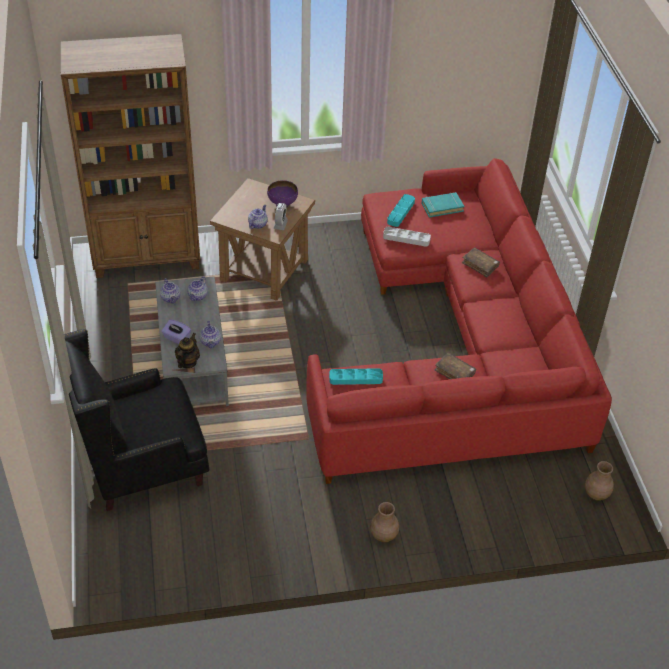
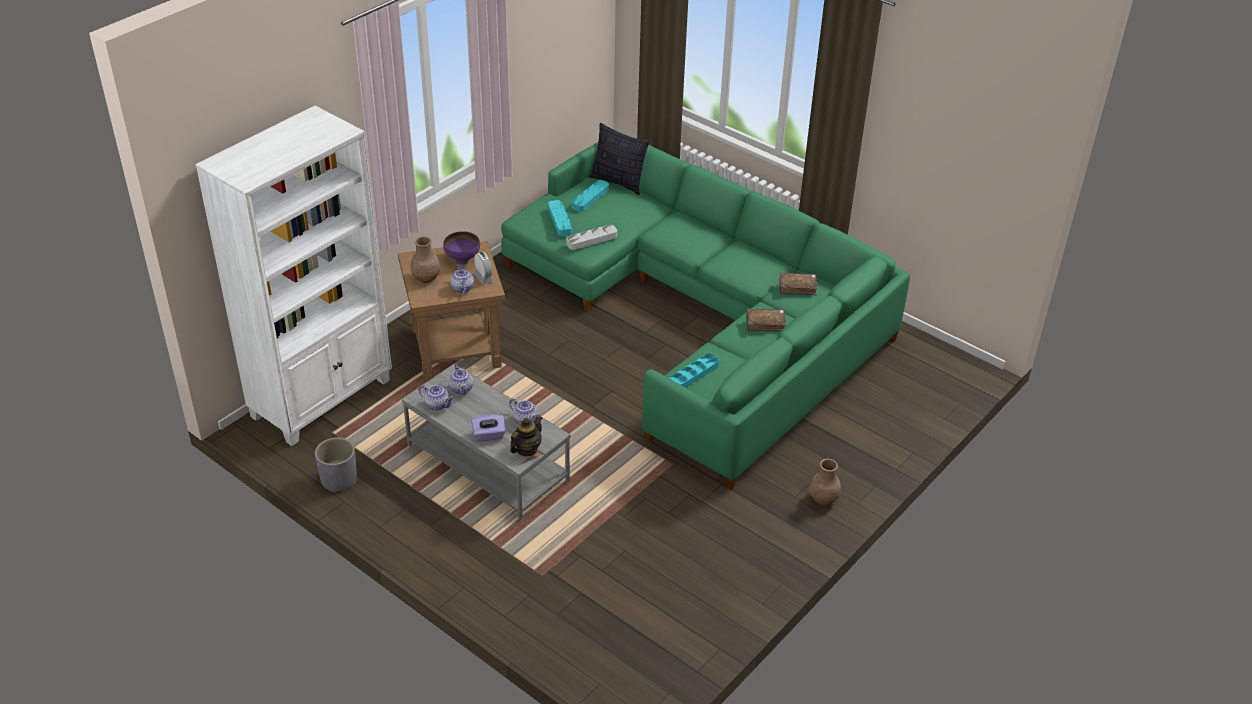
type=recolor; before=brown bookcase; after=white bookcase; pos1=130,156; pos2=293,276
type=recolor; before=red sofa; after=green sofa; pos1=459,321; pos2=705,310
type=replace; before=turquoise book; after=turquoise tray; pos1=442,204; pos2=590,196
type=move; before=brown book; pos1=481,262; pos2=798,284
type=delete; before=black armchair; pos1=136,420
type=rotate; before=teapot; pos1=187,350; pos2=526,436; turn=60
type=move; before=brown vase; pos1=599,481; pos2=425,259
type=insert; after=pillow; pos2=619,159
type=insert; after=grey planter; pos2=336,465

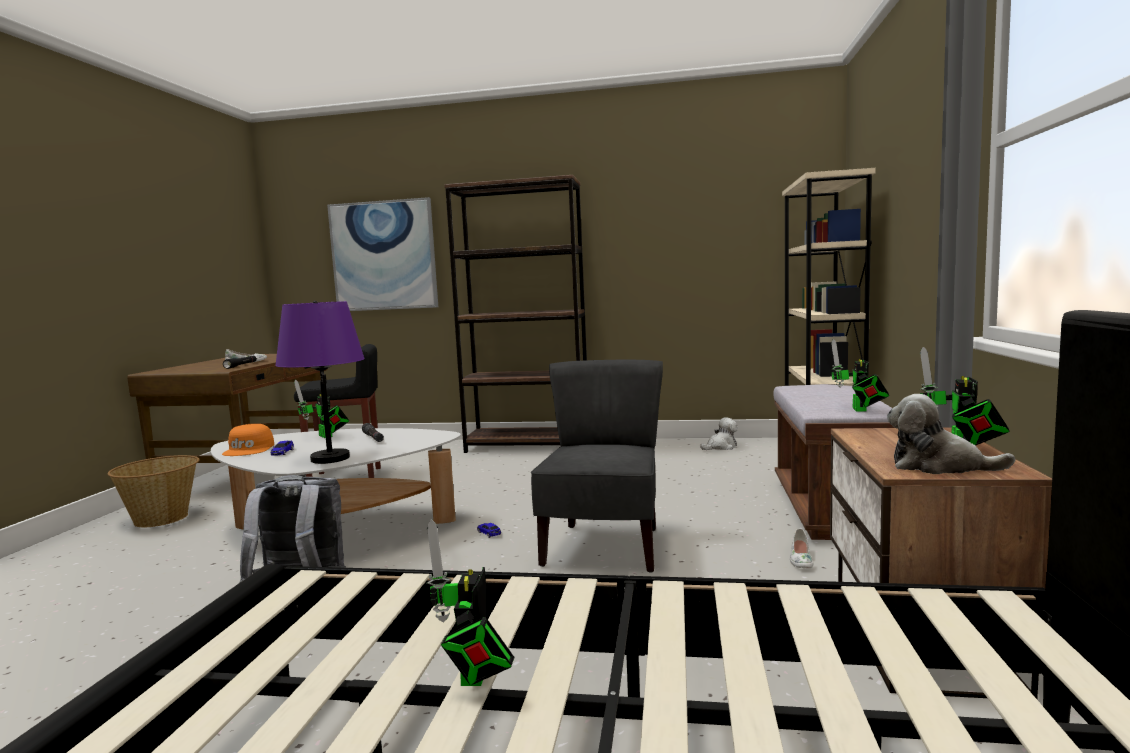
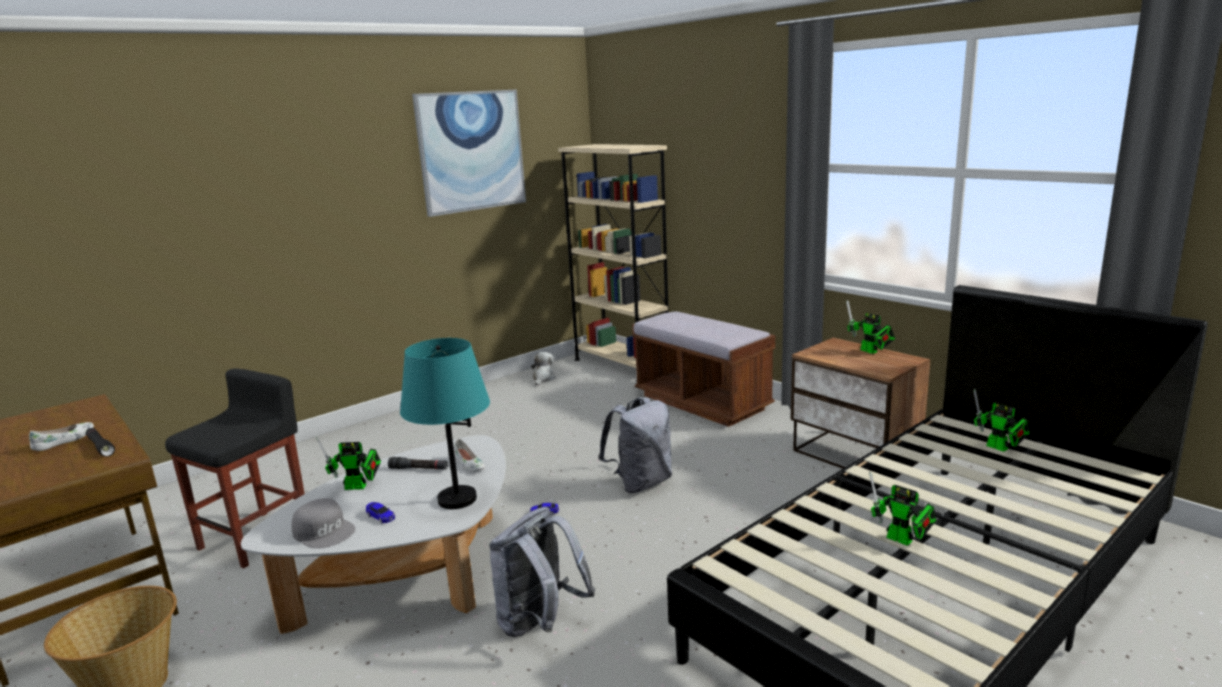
type=delete; before=brown bookcase; pos1=515,314
type=move; before=picture; pos1=382,254; pos2=469,153
type=recolor; before=purple table lamp; after=turquoise table lamp; pos1=320,382; pos2=445,423
type=move; before=toy robot; pos1=860,375; pos2=1002,420
type=replace; before=grey chair; after=grey backpack; pos1=597,466; pos2=635,445
type=delete; before=plush toy; pos1=951,434
type=recolor; before=orange cap; after=grey cap; pos1=248,440; pos2=323,523
type=move; before=white shoe; pos1=801,549; pos2=469,455

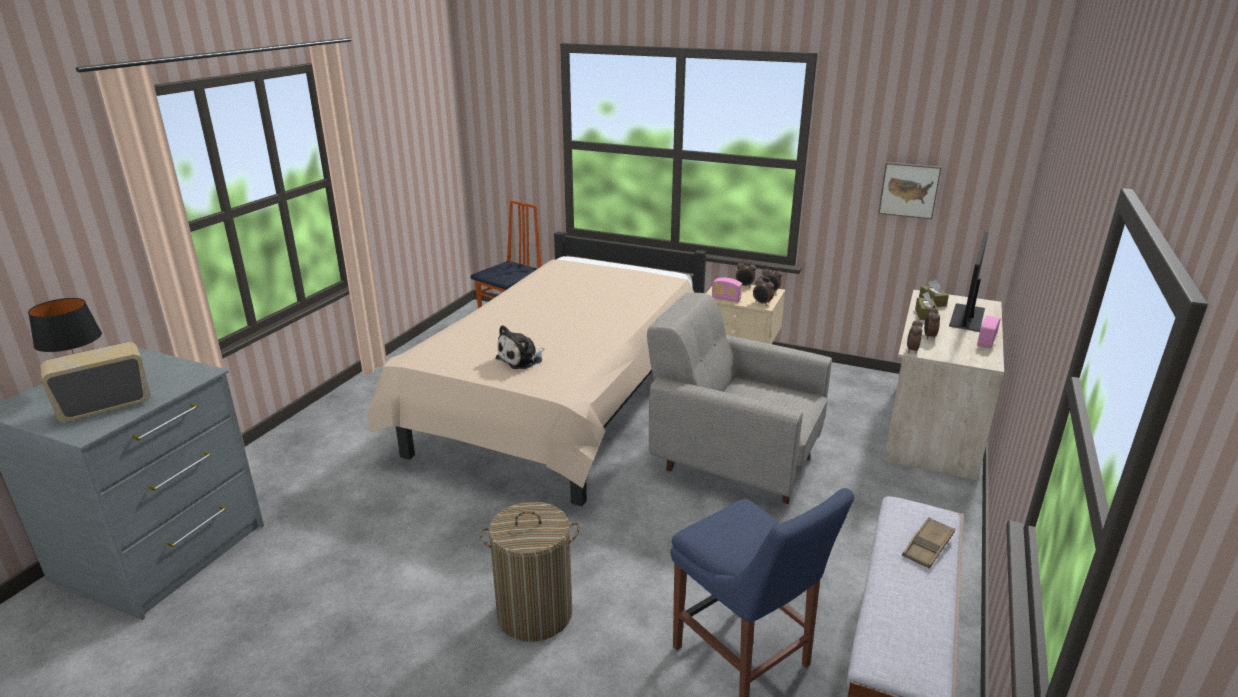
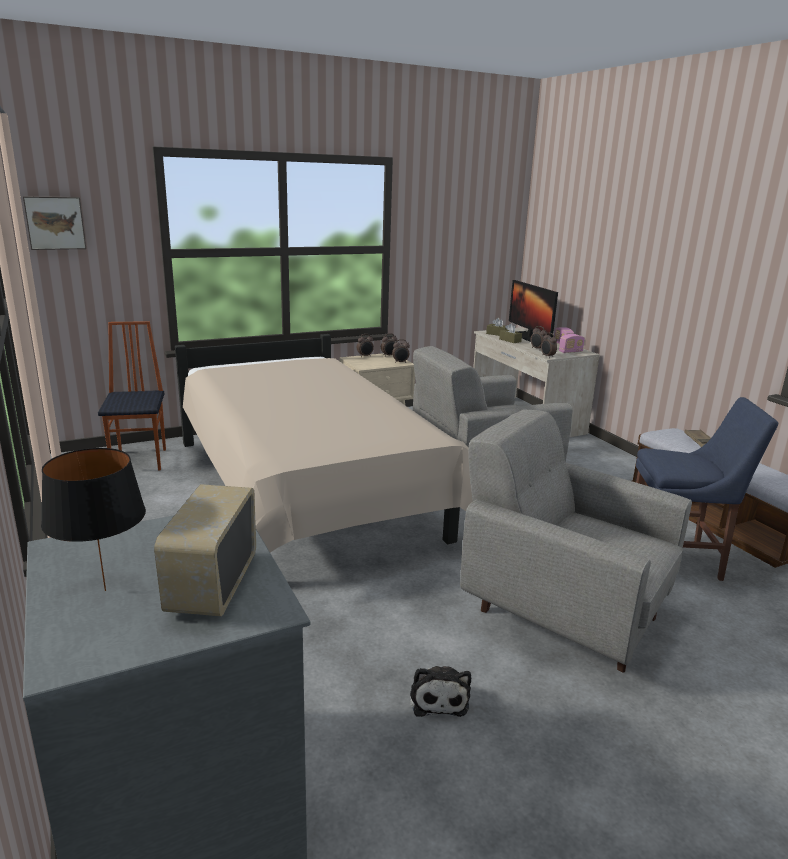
type=move; before=picture; pos1=910,190; pos2=54,223
type=move; before=radio; pos1=727,290; pos2=572,343
type=move; before=plush toy; pos1=520,347; pos2=440,691
type=replace; before=laundry basket; after=grey armchair; pos1=529,572; pos2=576,541

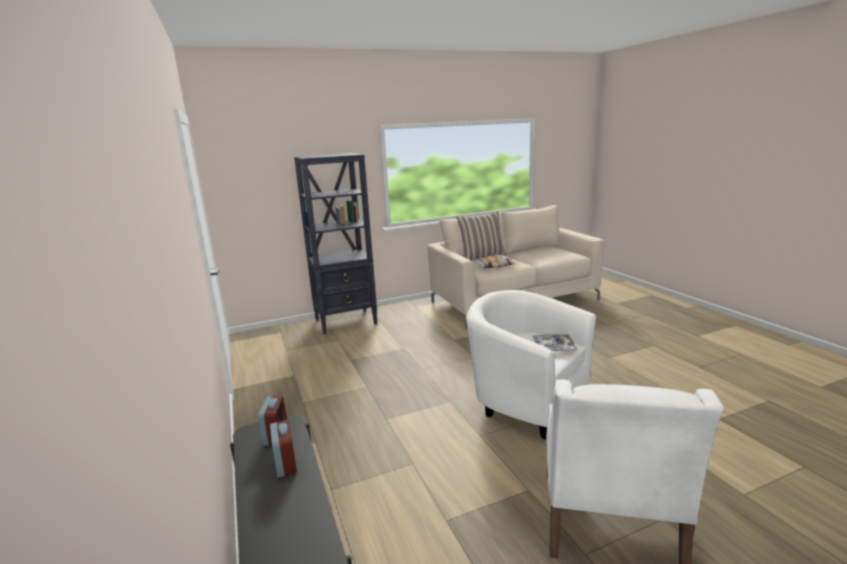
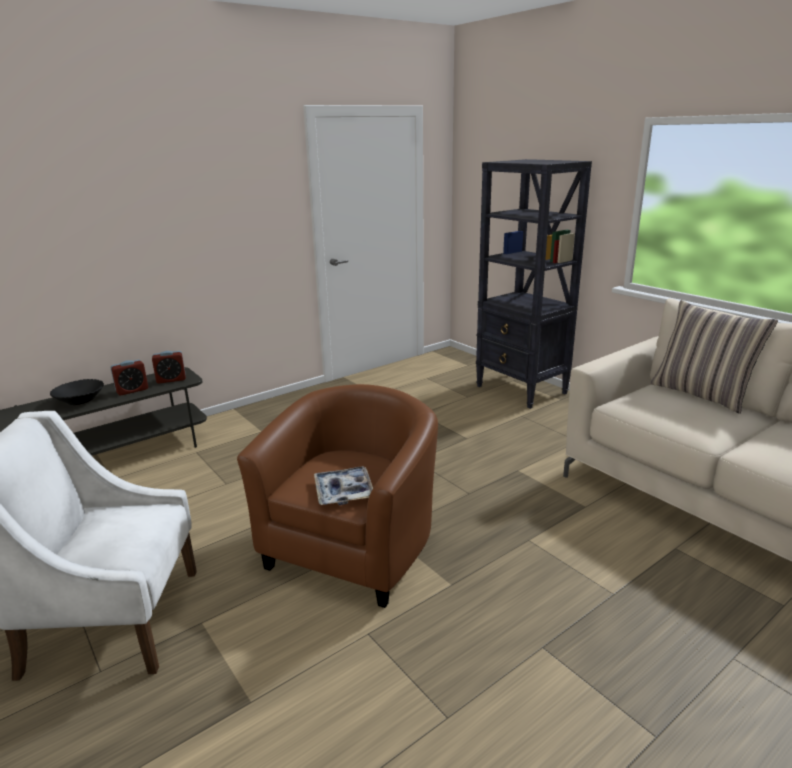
type=delete; before=pillow; pos1=494,262
type=recolor; before=white armchair; after=brown armchair; pos1=531,365; pos2=337,496
type=insert; after=black bowl; pos2=77,392

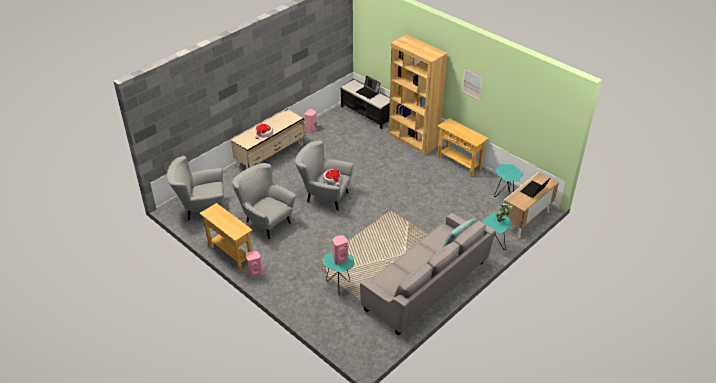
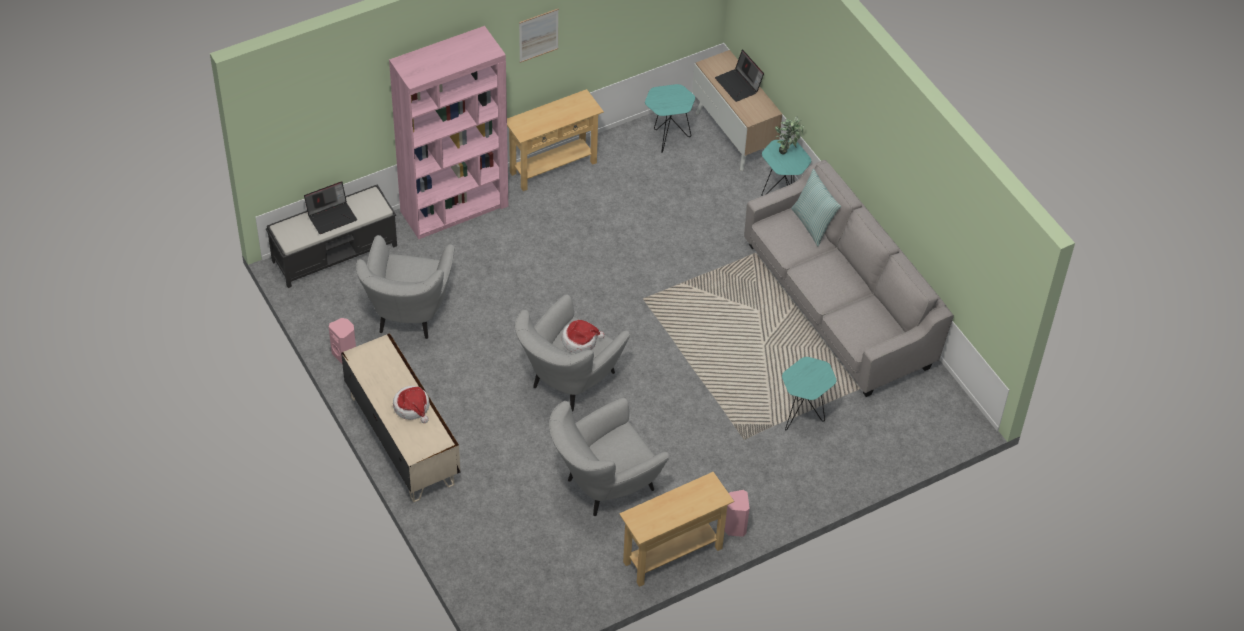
type=recolor; before=brown bookcase; after=pink bookcase; pos1=418,94; pos2=448,132
type=move; before=grey armchair; pos1=195,188; pos2=405,287
type=delete; before=pink speaker; pos1=340,249

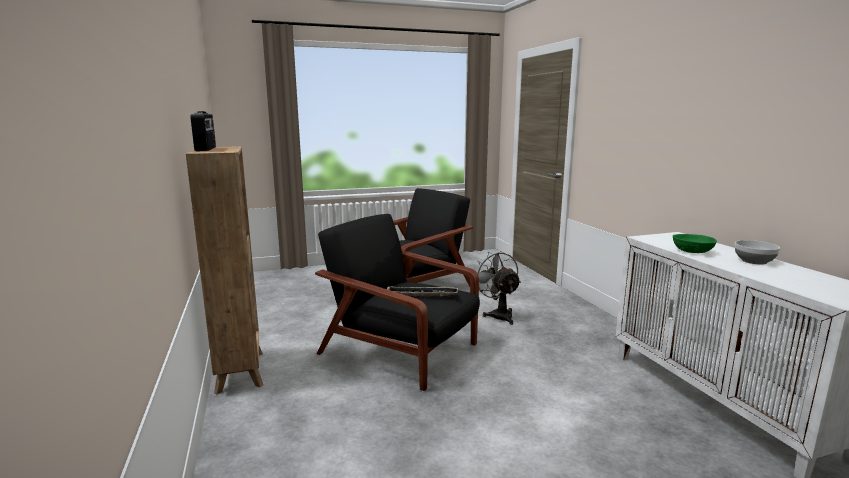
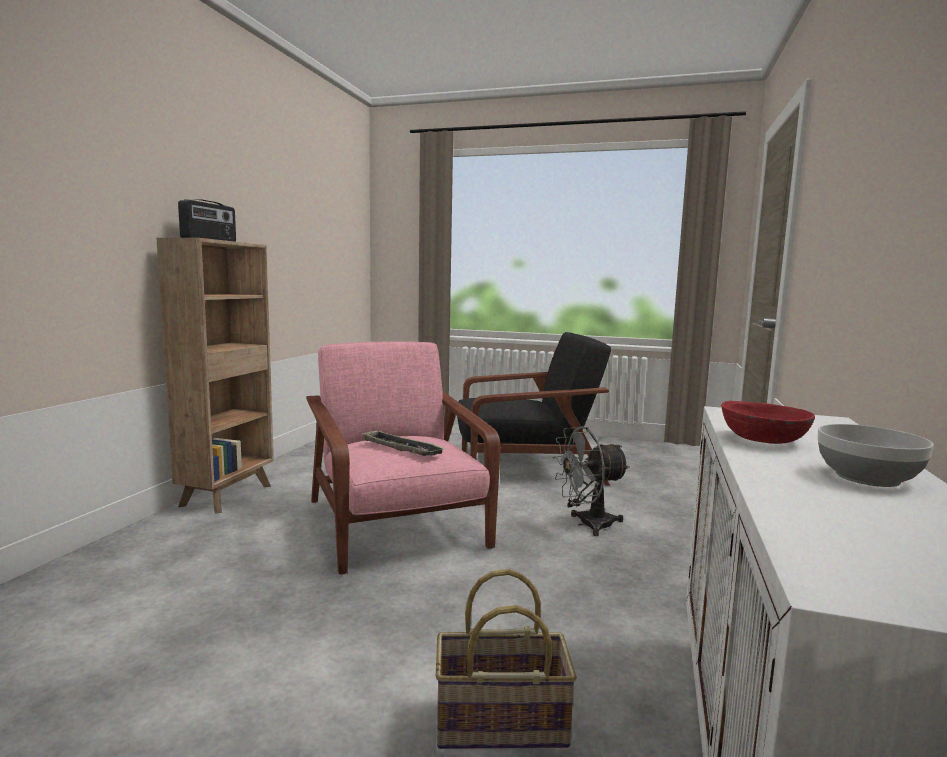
type=recolor; before=black armchair; after=pink armchair; pos1=397,302; pos2=403,458
type=recolor; before=green bowl; after=red bowl; pos1=695,243; pos2=768,422
type=rotate; before=grey fan; pos1=499,288; pos2=591,481; turn=-120
type=insert; after=basket; pos2=506,659

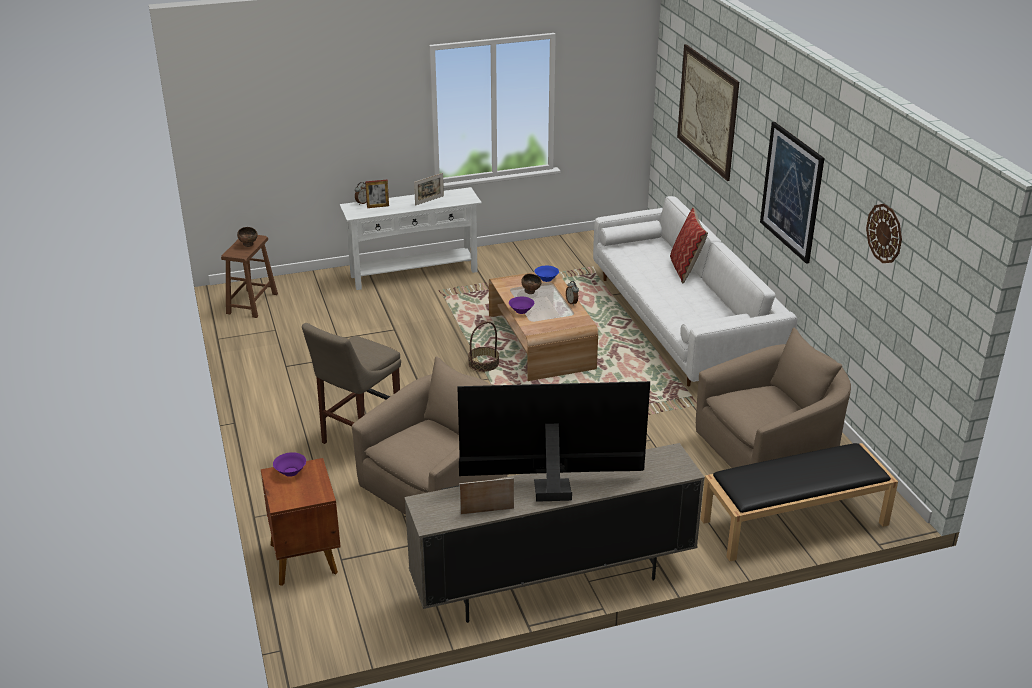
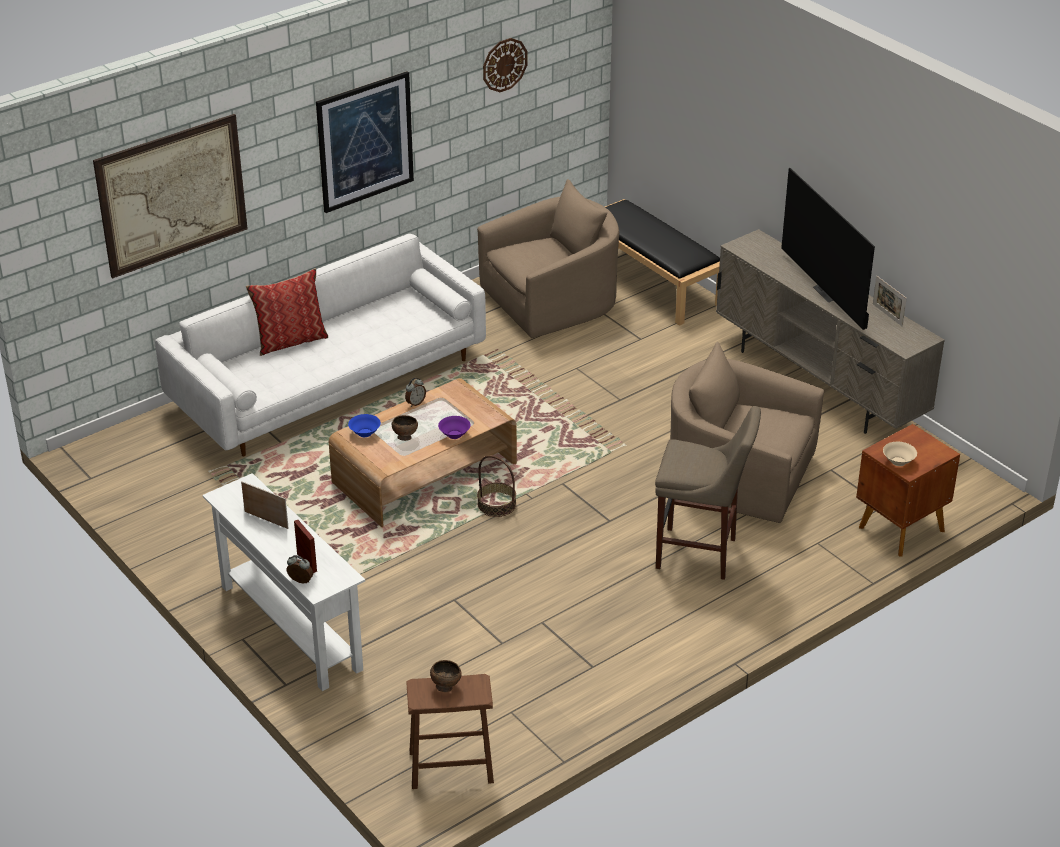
type=rotate; before=beige armchair; pos1=773,398; pos2=548,258; turn=105
type=recolor; before=purple bowl; after=beige bowl; pos1=289,464; pos2=900,454

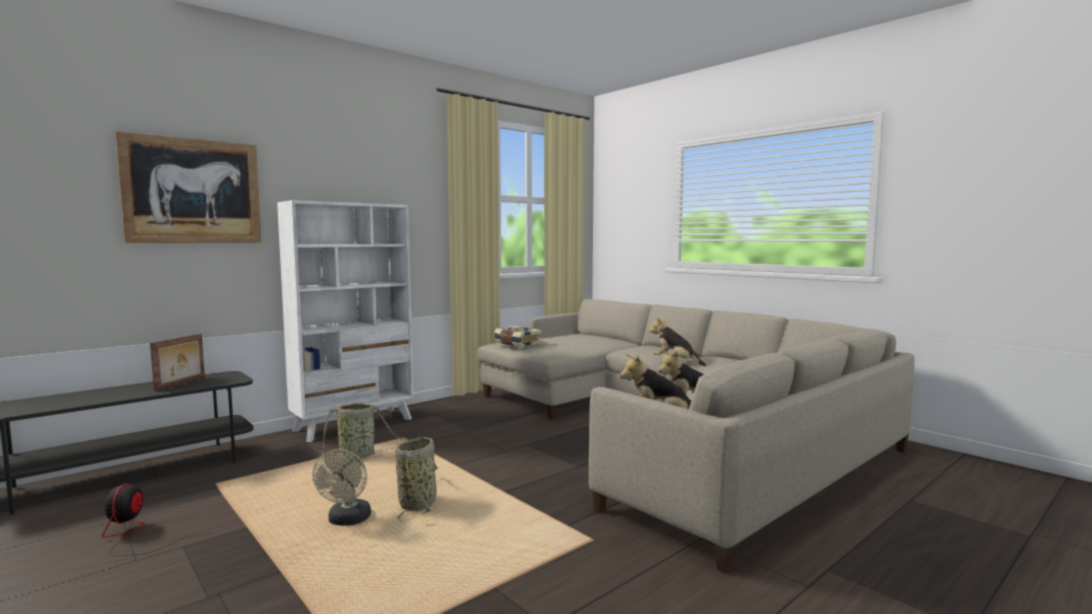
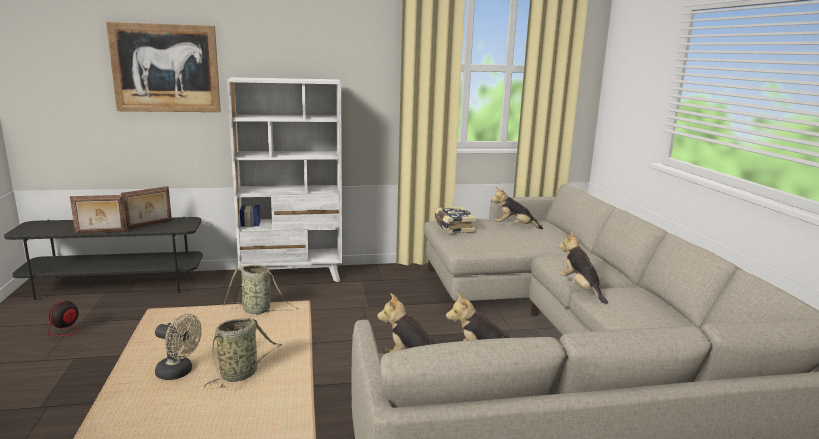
type=rotate; before=beige fan; pos1=341,487; pos2=178,346; turn=-105
type=insert; after=plush toy; pos2=517,208
type=insert; after=picture frame; pos2=98,214

